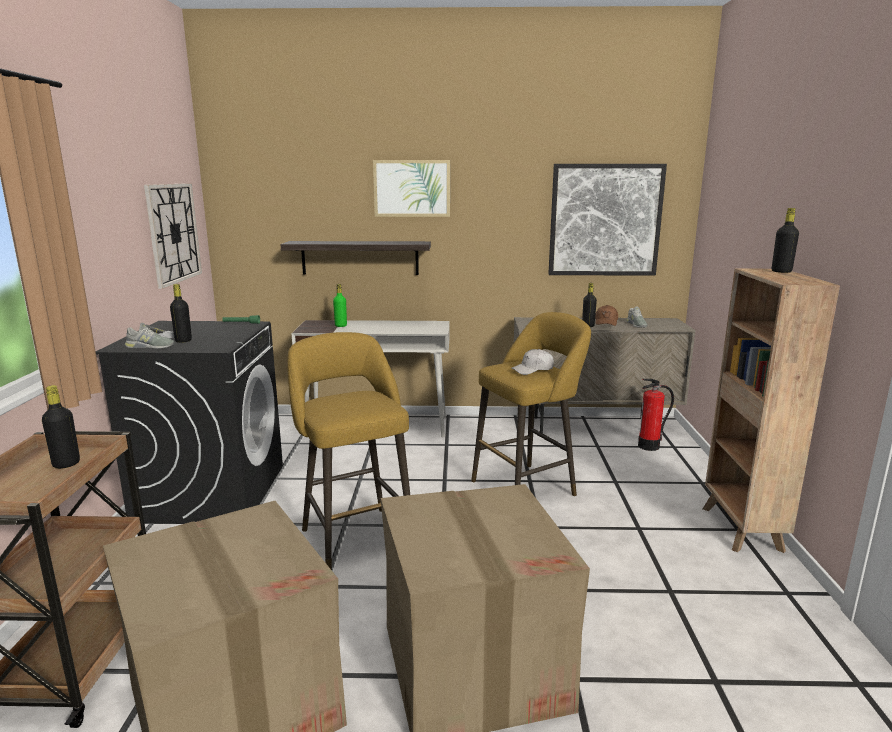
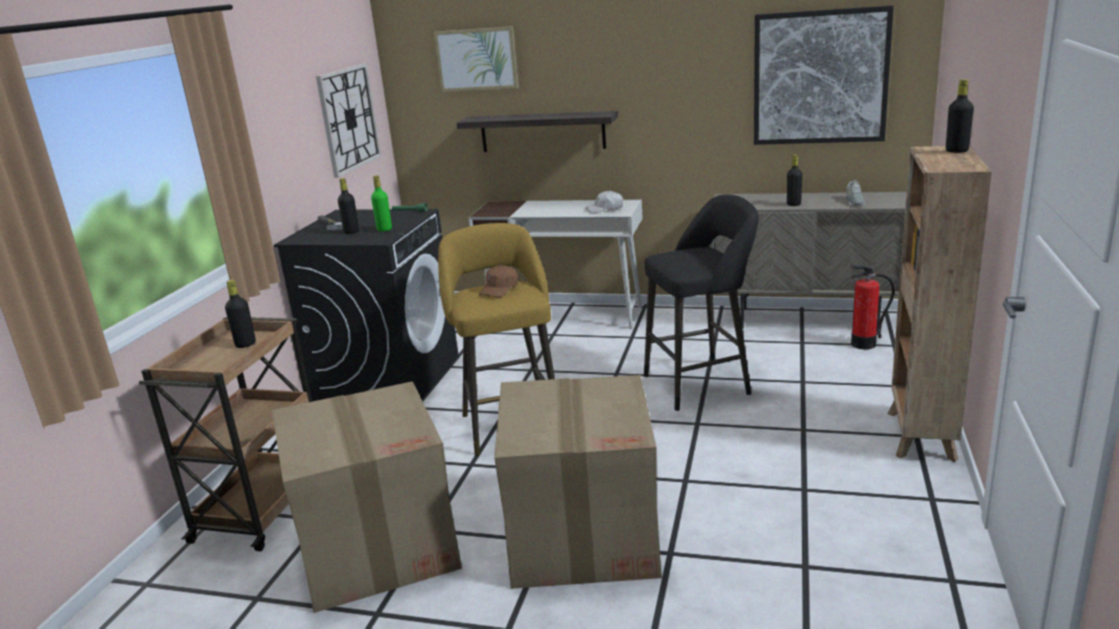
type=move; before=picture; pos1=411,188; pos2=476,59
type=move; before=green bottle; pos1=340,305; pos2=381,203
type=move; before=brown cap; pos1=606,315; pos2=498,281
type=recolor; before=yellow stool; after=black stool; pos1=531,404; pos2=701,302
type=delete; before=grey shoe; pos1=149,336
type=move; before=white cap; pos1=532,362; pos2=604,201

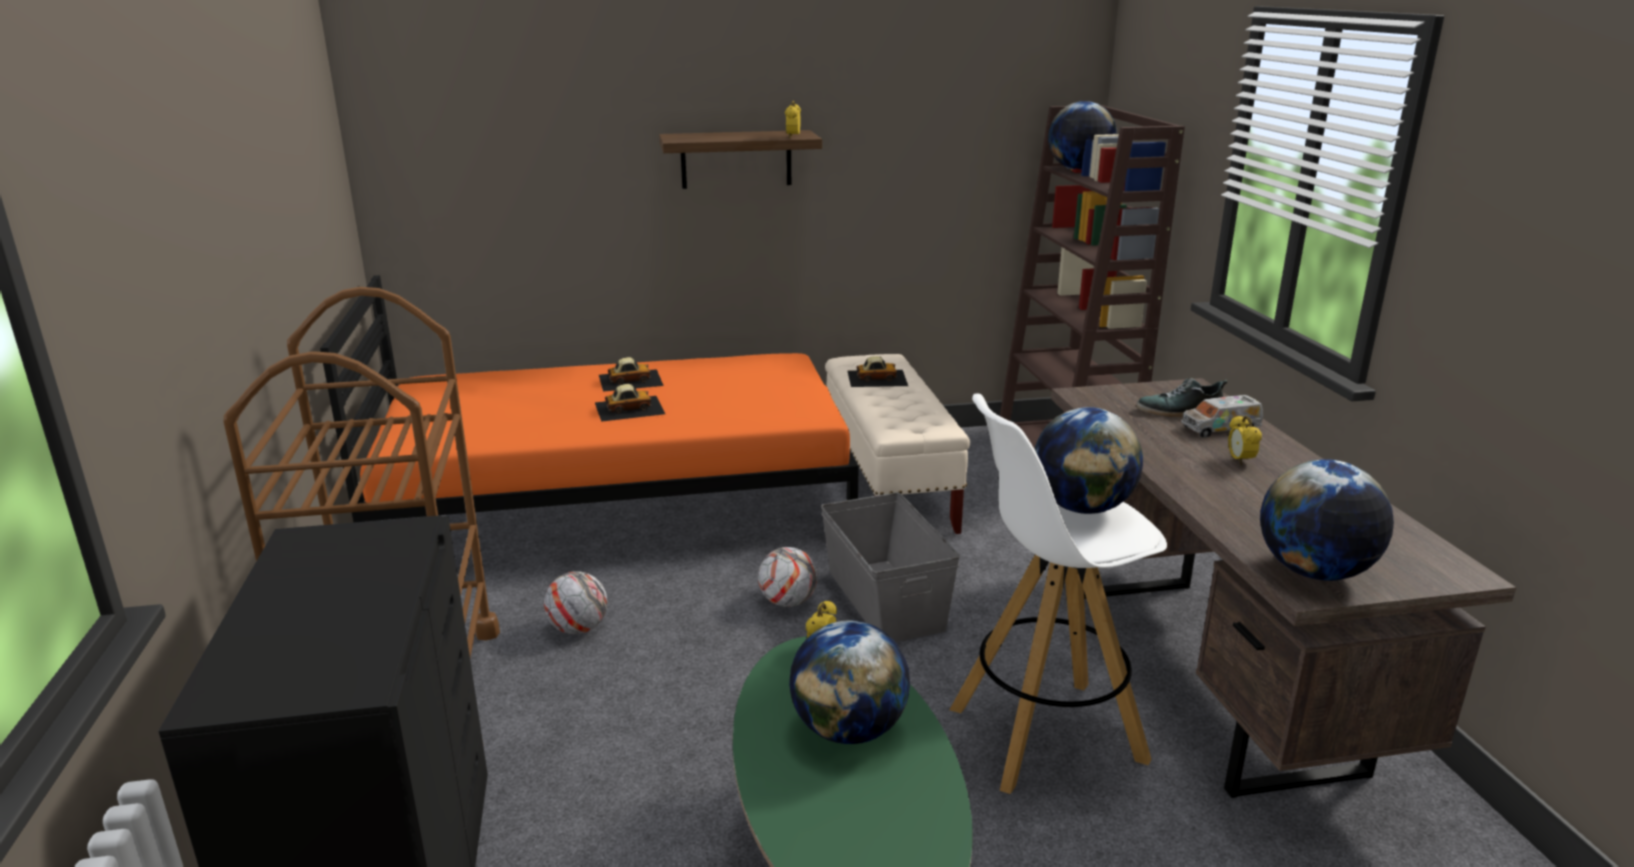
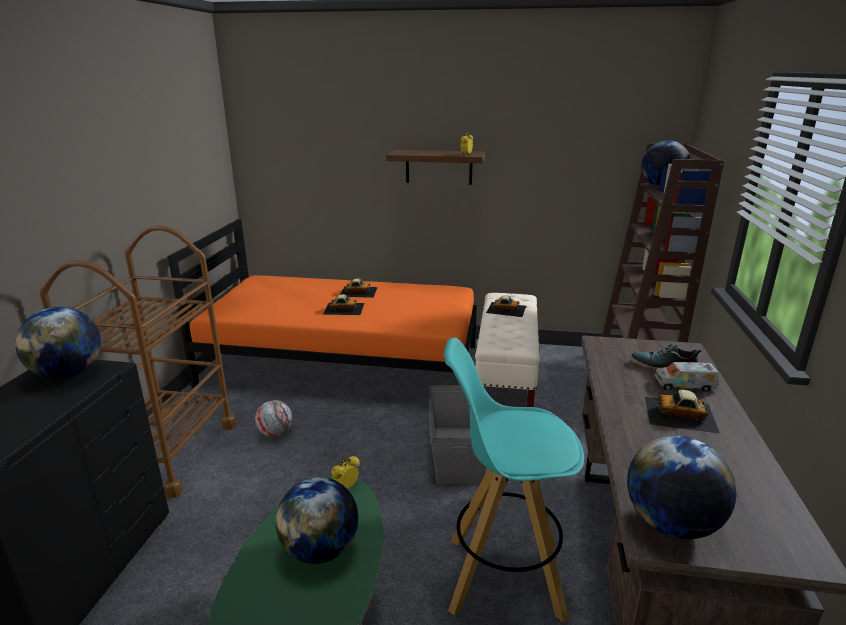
type=recolor; before=white stool; after=turquoise stool; pos1=1058,593; pos2=514,480
type=move; before=globe; pos1=1089,460; pos2=58,343
type=replace; before=alarm clock; after=toy car; pos1=1245,440; pos2=682,412
type=delete; before=football; pos1=788,577

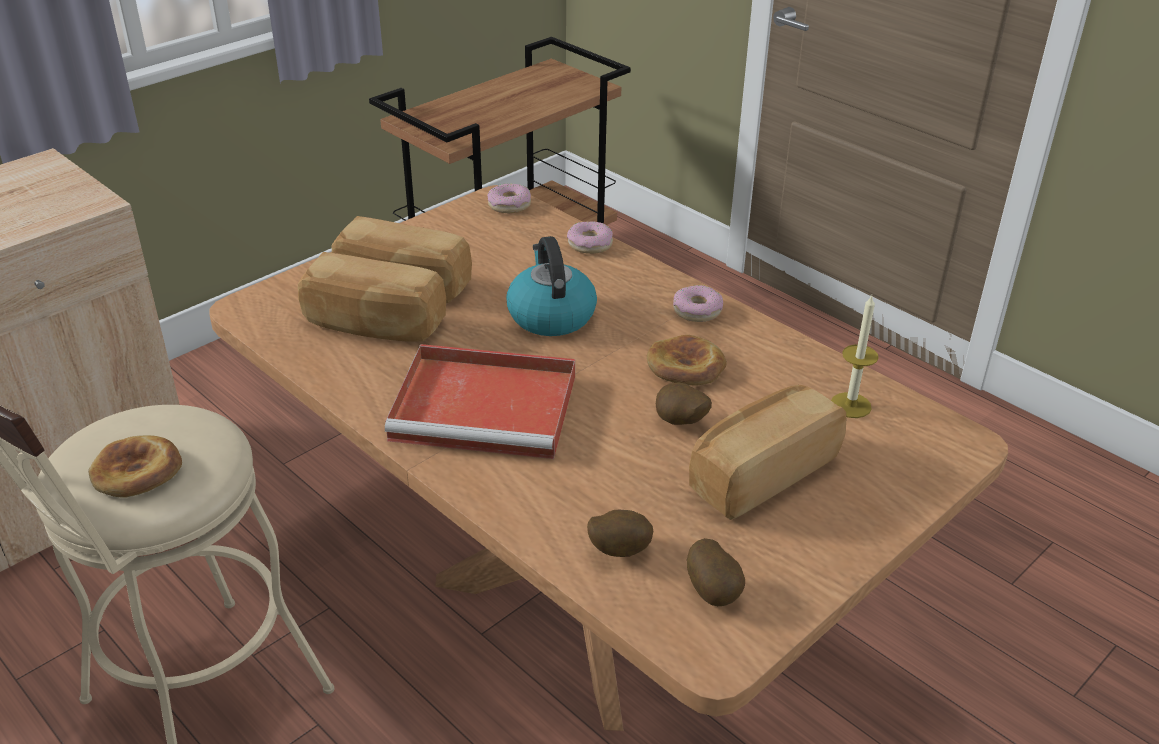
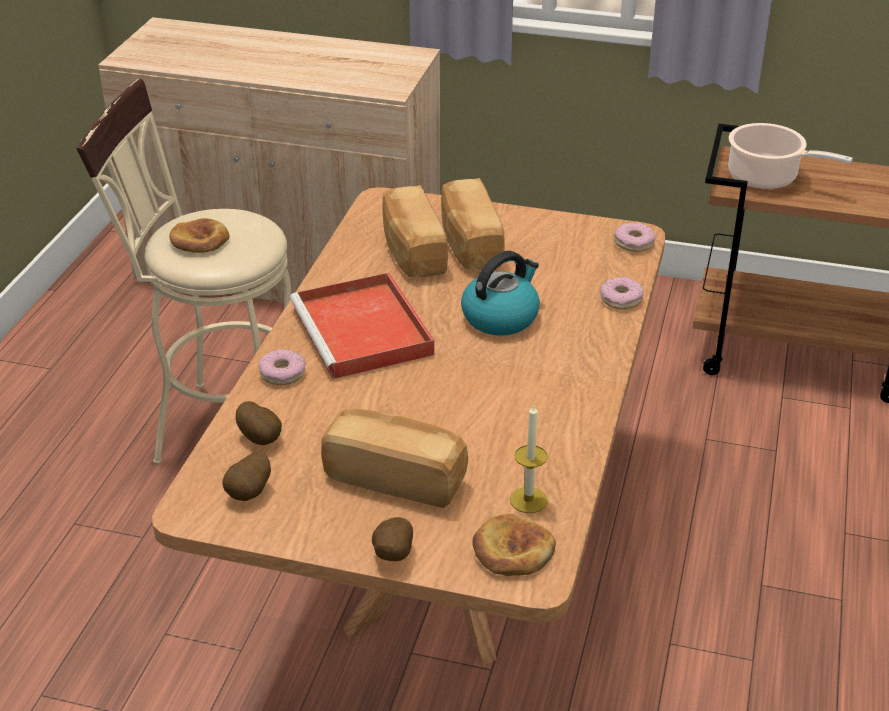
type=move; before=donut; pos1=698,303; pos2=282,367
type=move; before=bread; pos1=687,360; pos2=514,545
type=move; before=potato; pos1=684,403; pos2=392,539
type=insert; after=cooking pot; pos2=790,156

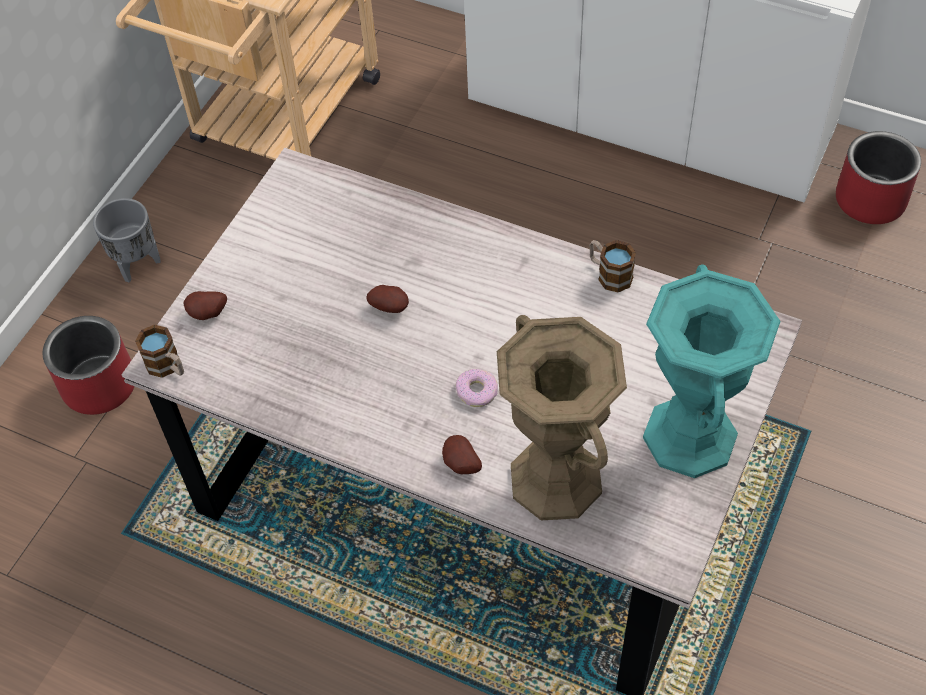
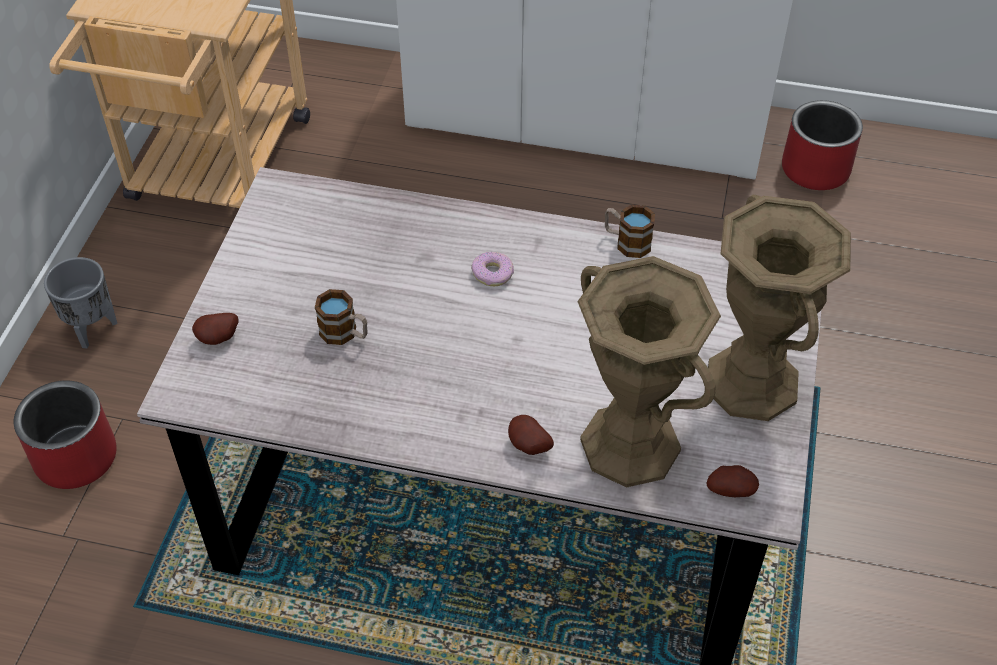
type=recolor; before=turquoise vase; after=brown vase; pos1=712,371; pos2=779,308
type=move; before=potato; pos1=388,299; pos2=733,481
type=move; before=mug; pos1=159,351; pos2=341,317
type=move; before=donut; pos1=477,388; pos2=492,269

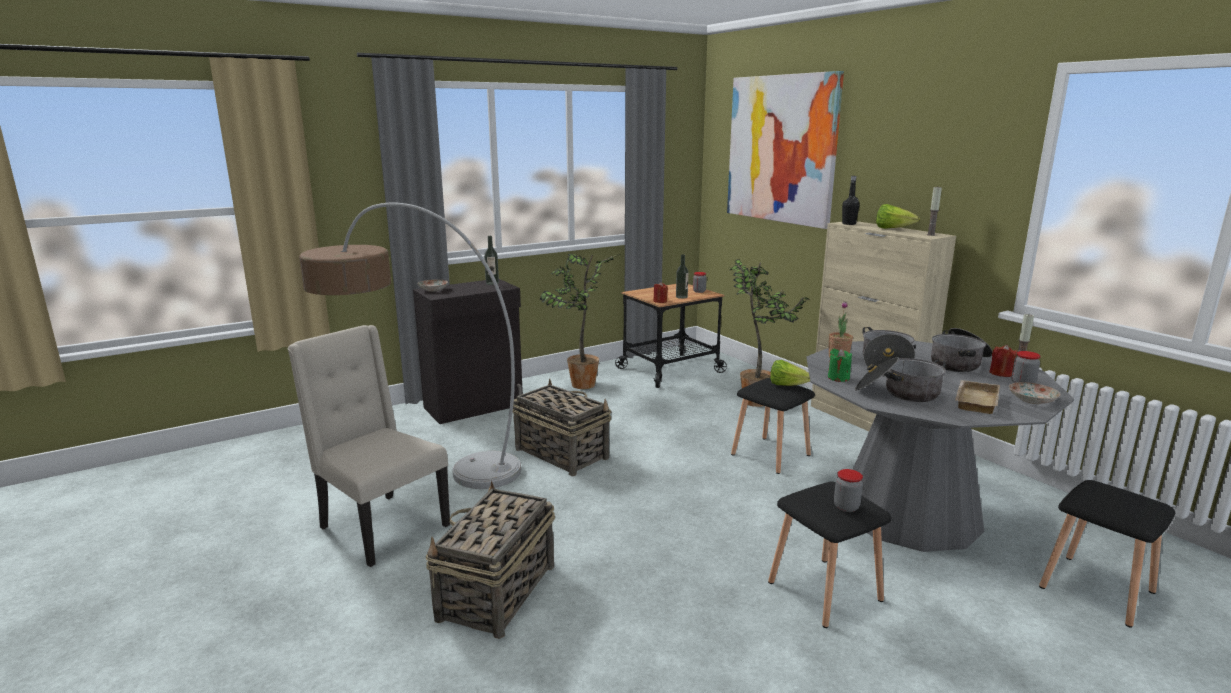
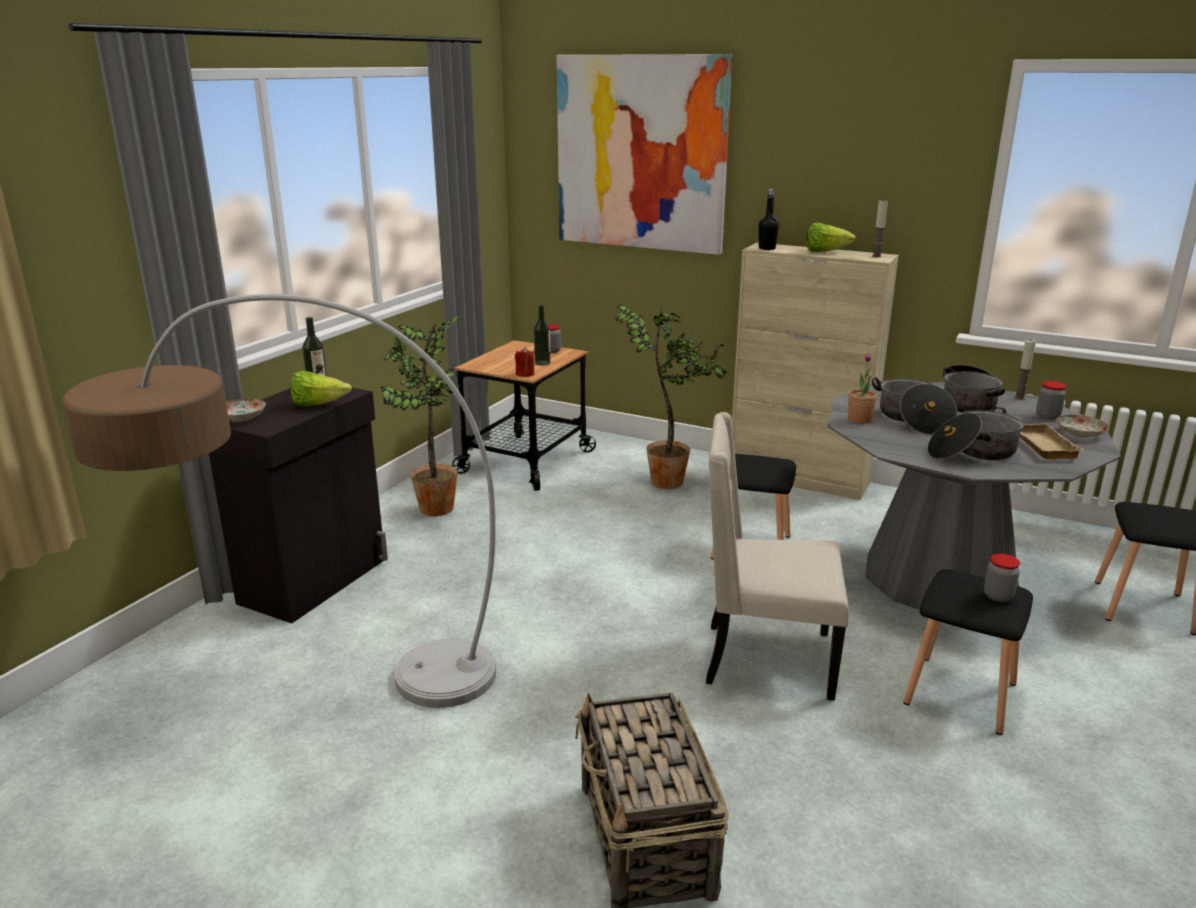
type=move; before=beige chair; pos1=369,446; pos2=777,556
type=delete; before=red candle; pos1=1003,361
type=delete; before=green candle; pos1=840,365
type=move; before=lettuce; pos1=790,373; pos2=321,389
type=delete; before=basket; pos1=562,427

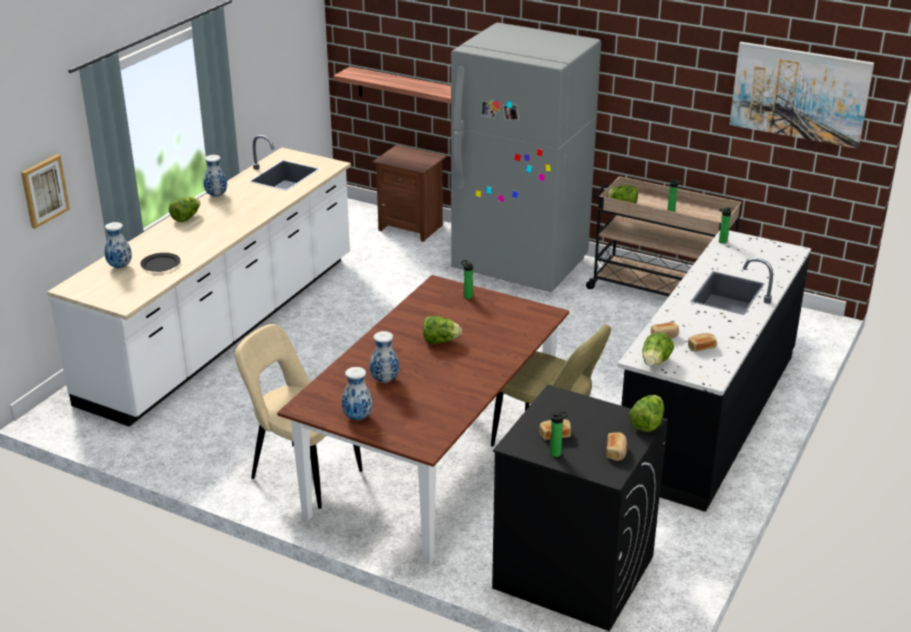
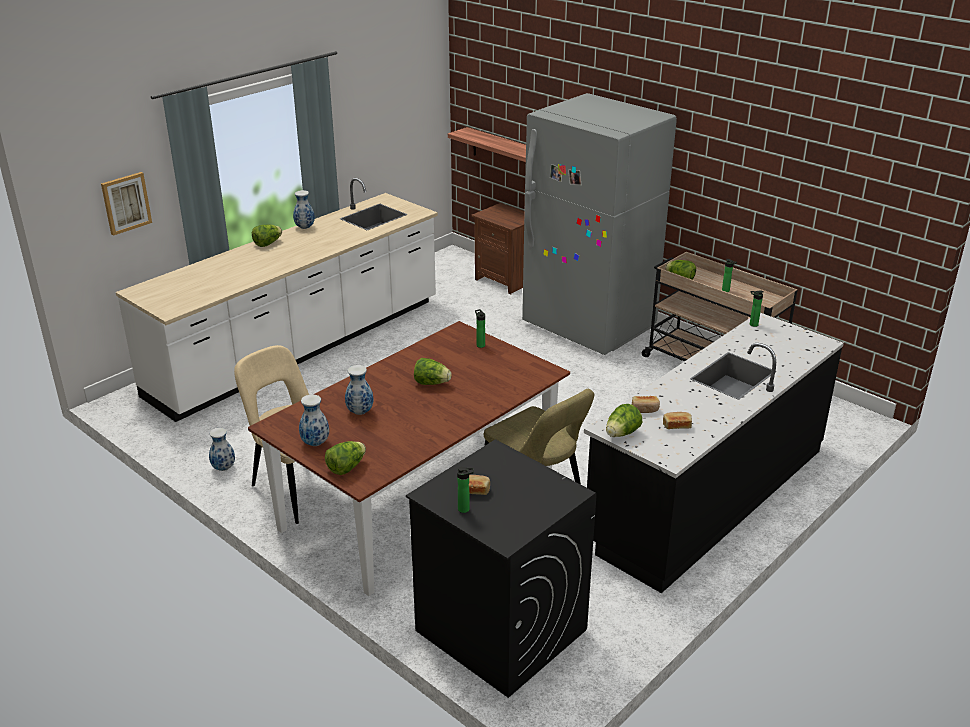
type=delete; before=picture; pos1=802,95
type=move; before=vase; pos1=118,245; pos2=222,449
type=delete; before=black plate; pos1=160,262
type=move; before=lettuce; pos1=646,413; pos2=345,458
type=delete; before=bread; pos1=616,446

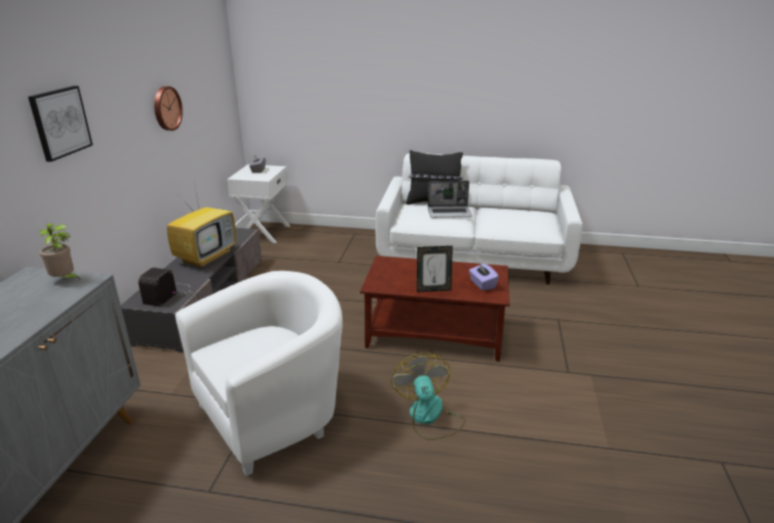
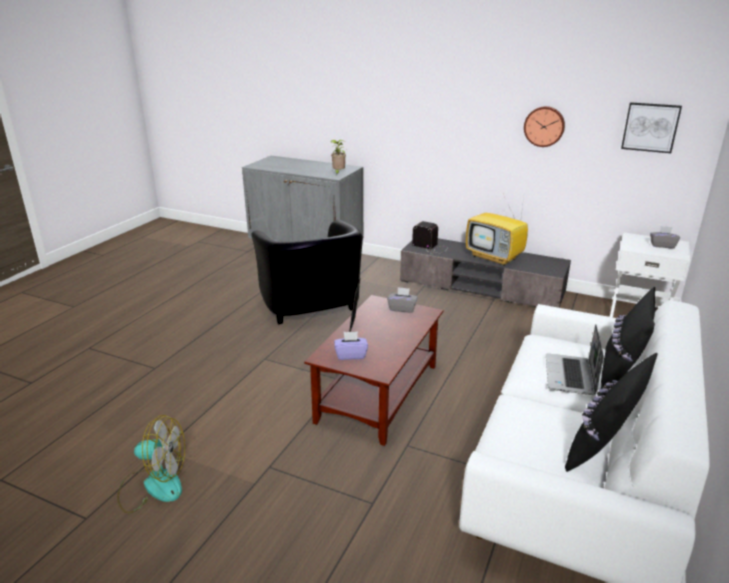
type=move; before=picture; pos1=60,124; pos2=651,127
type=recolor; before=white armchair; after=black armchair; pos1=259,374; pos2=307,272
type=move; before=fan; pos1=428,396; pos2=151,464
type=insert; after=grey tissue box; pos2=402,300
type=insert; after=black pillow; pos2=611,412

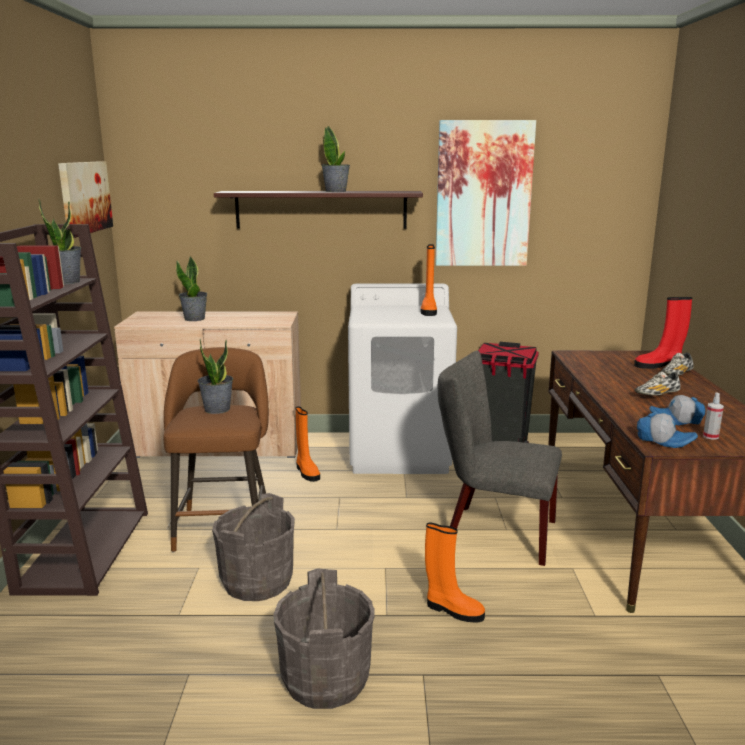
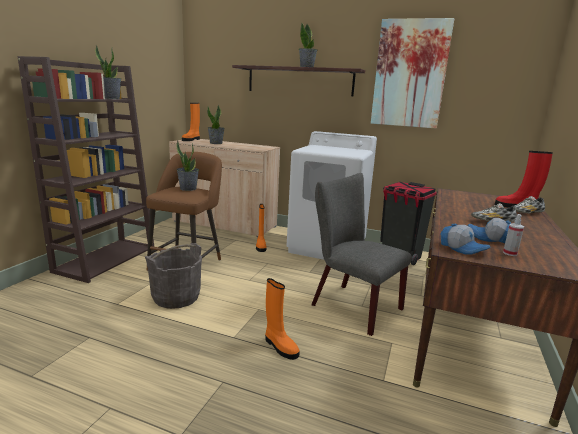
type=delete; before=picture; pos1=85,199
type=move; before=orange boot; pos1=429,280; pos2=191,122
type=delete; before=grey bucket; pos1=324,638

